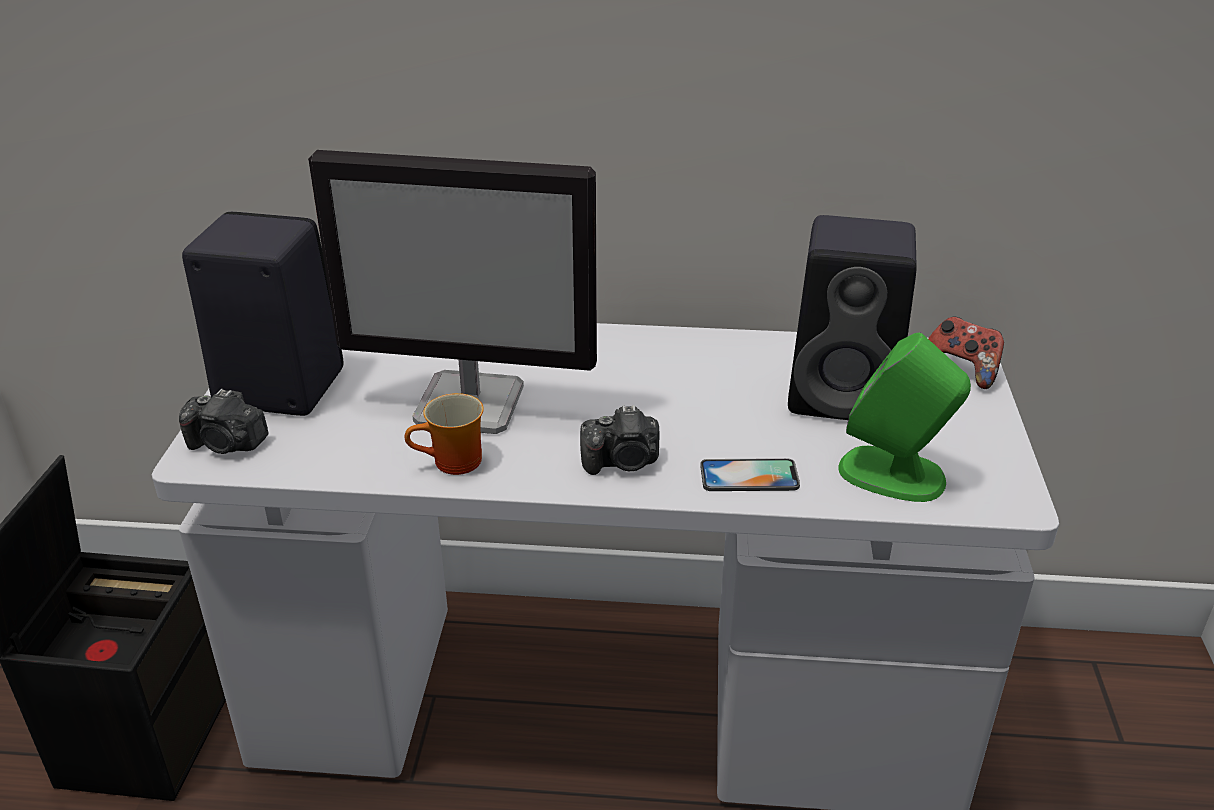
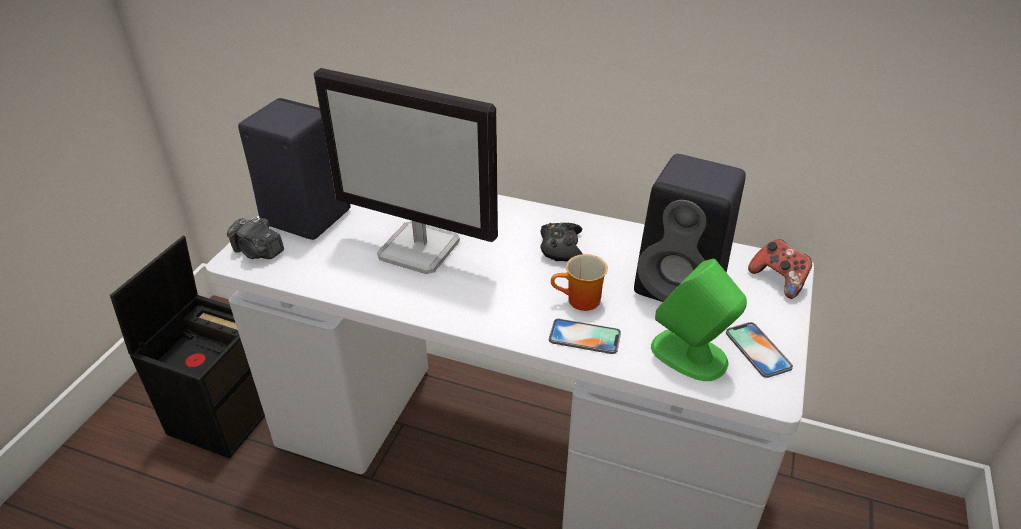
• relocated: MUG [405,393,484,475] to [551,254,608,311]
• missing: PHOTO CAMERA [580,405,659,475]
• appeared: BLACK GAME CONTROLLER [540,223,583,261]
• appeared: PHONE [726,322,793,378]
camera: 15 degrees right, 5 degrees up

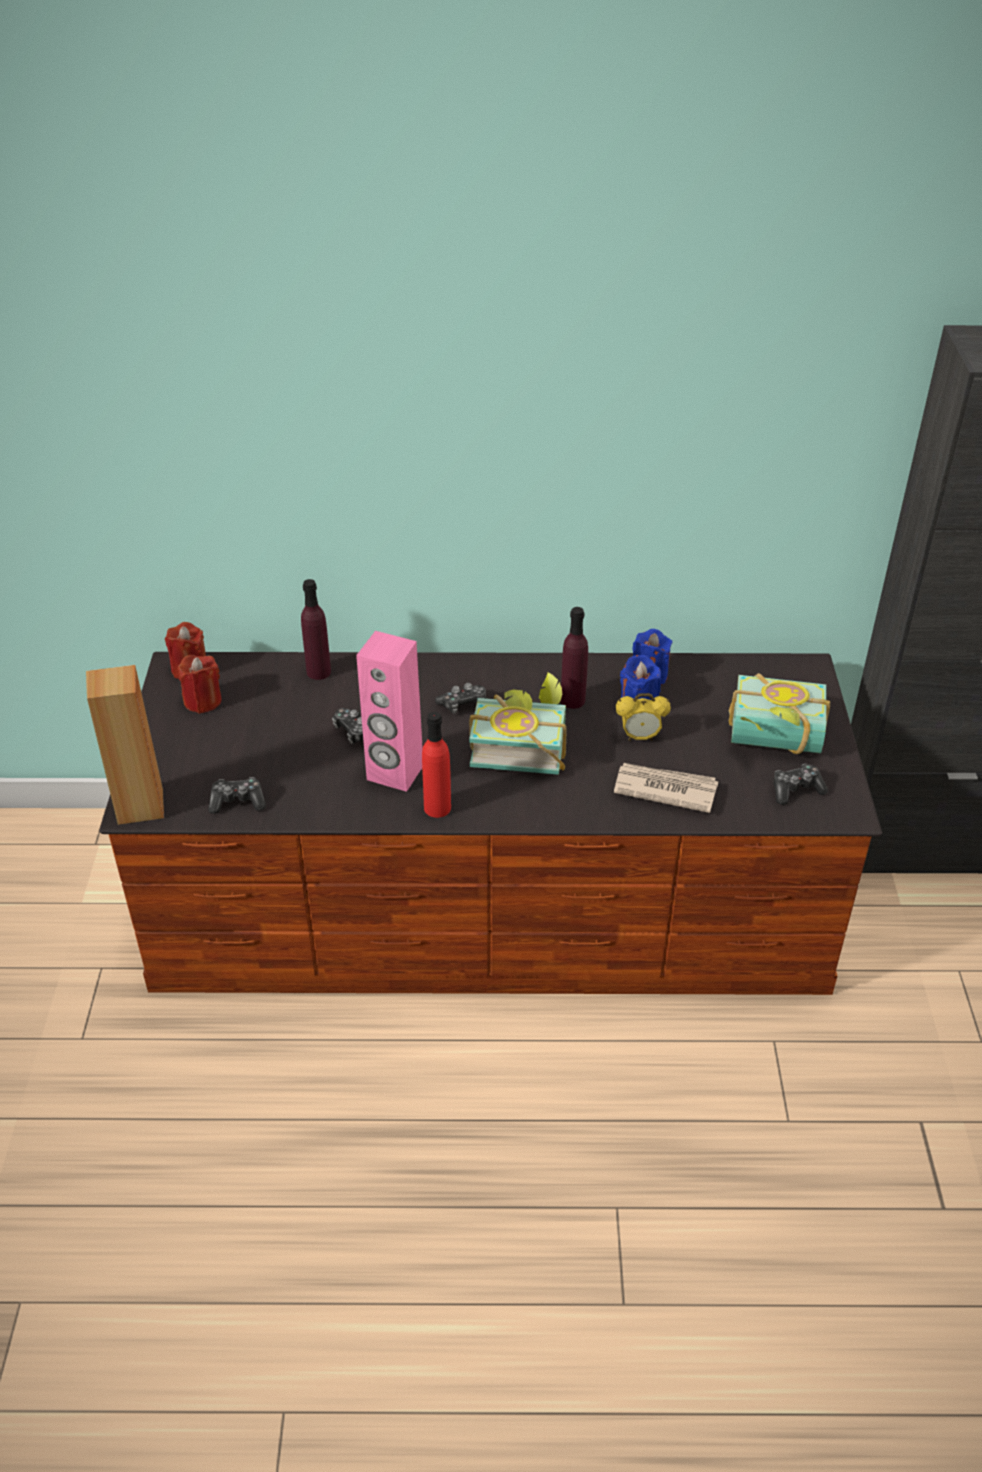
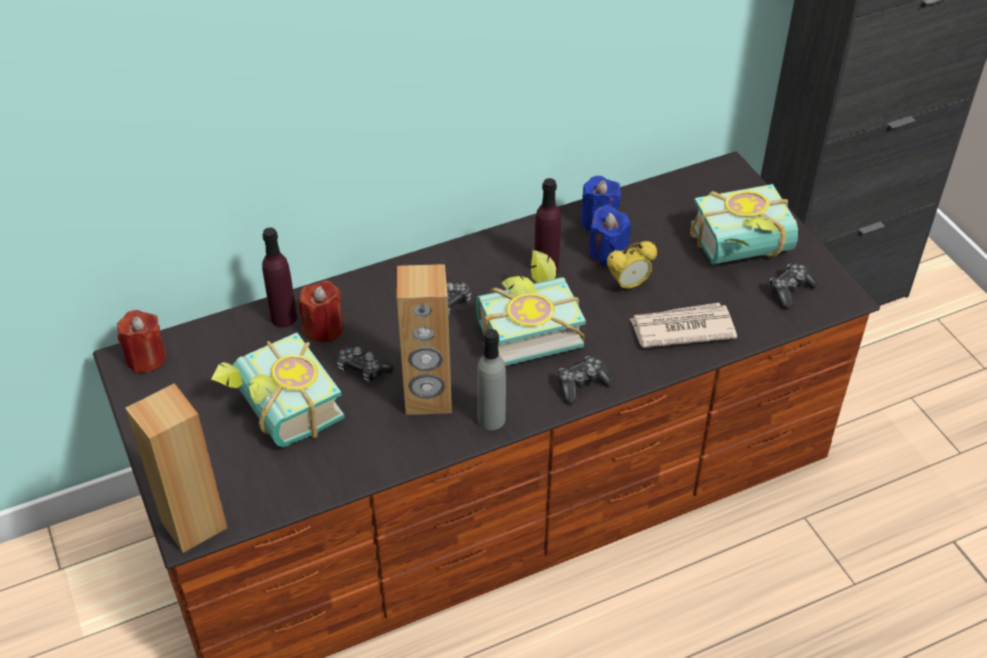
• colour: PINK SPEAKER [356,631,423,792] to BROWN SPEAKER [397,264,452,415]
• relocated: RED CANDLE [178,655,222,714] to [299,280,344,342]
• colour: RED BOTTLE [422,712,451,818] to GREY BOTTLE [477,329,506,430]
• relocated: GAME CONTROLLER [208,777,266,814] to [559,356,614,404]
• appeared: BOOK [211,333,345,447]
camera: 25 degrees left, 5 degrees up

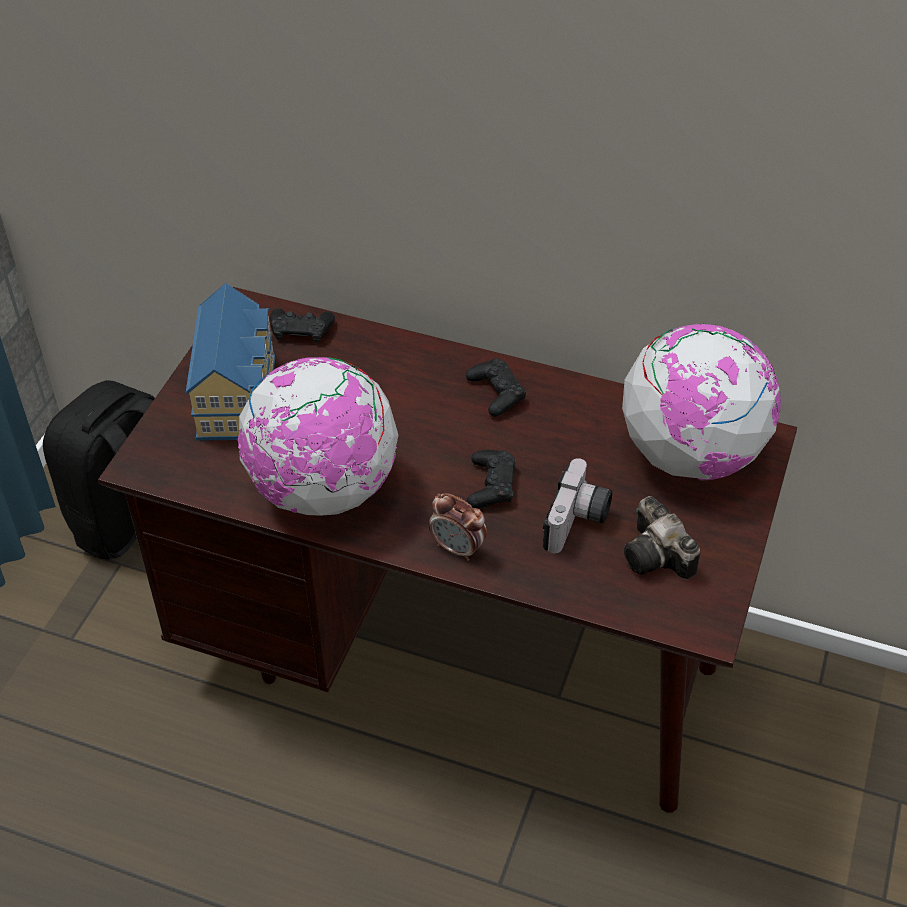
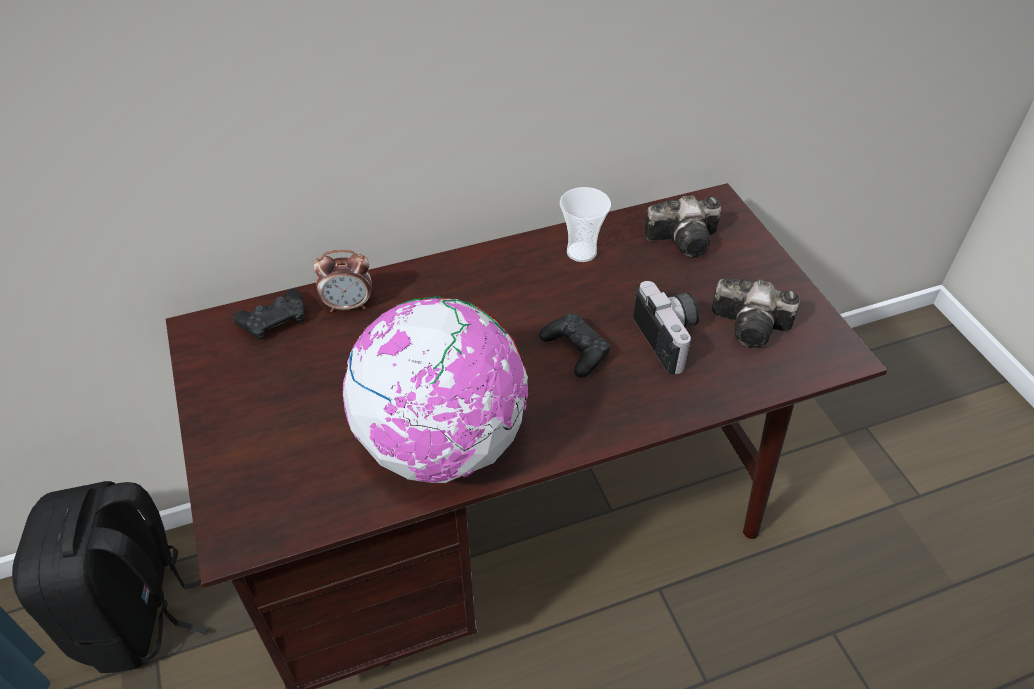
• missing: TOY HOUSE [186,283,275,441]
• exchanged: GLOBE [622,324,781,481] to PHOTO CAMERA [644,195,721,257]
• missing: BLACK GAME CONTROLLER [466,358,526,417]
• relocated: ALARM CLOCK [428,493,487,561] to [314,250,372,312]
• appeared: CUP [560,187,611,262]
camera: 40 degrees left, 0 degrees up

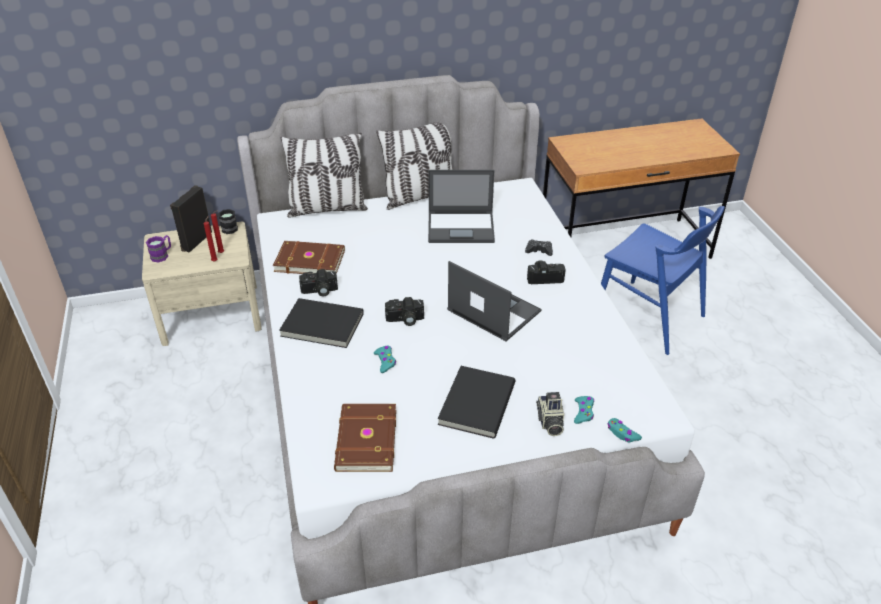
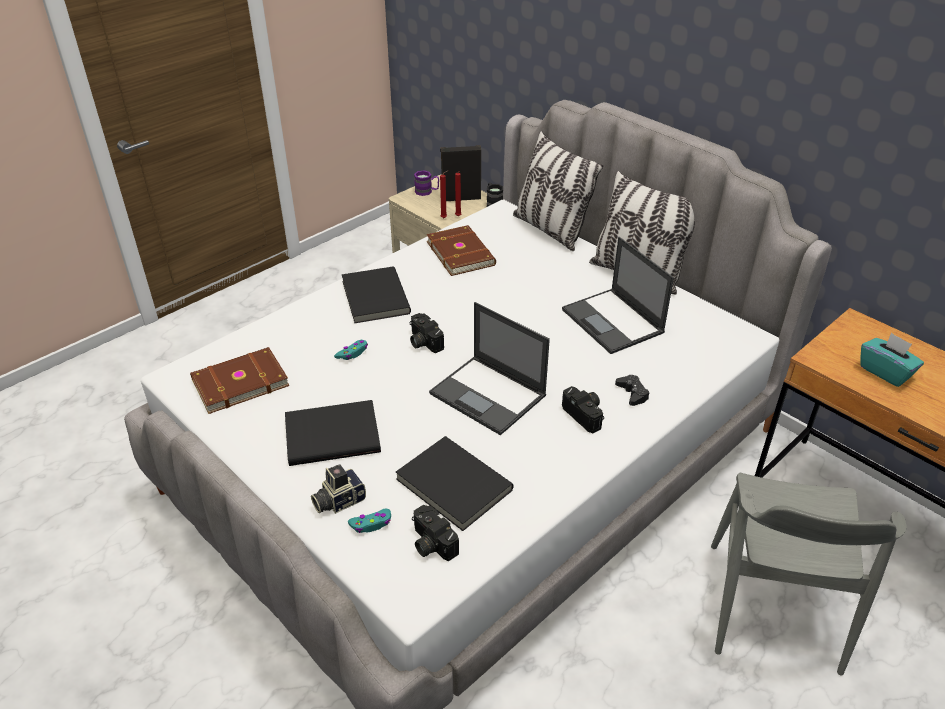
• colour: BLUE CHAIR [601,206,725,355] to GREY CHAIR [711,473,907,675]
• spun: LAPTOP [447,261,542,341] = [429,302,550,435] 120 degrees clockwise
• relocated: PHOTO CAMERA [299,269,338,296] to [412,505,459,561]
• missing: TURQUOISE GAME CONTROLLER [607,418,642,442]
• appeared: TURQUOISE TISSUE BOX [860,333,924,387]
• appeared: BLACK BOOK [396,436,513,531]
camera: 60 degrees right, 0 degrees up

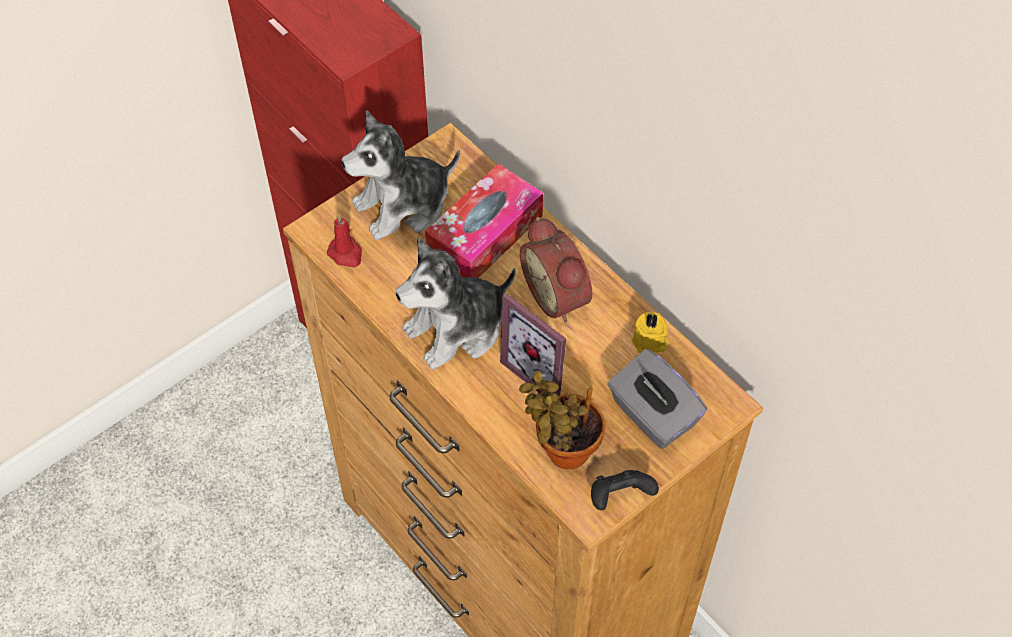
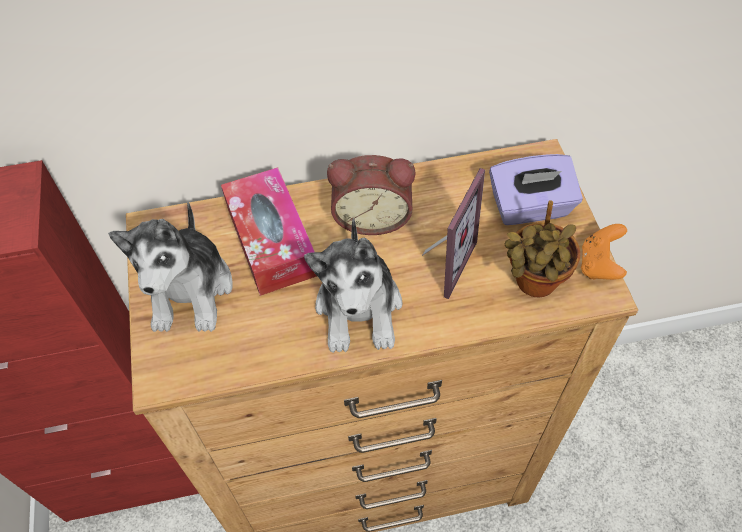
• missing: RED CANDLE [327,214,362,267]
• spun: PICTURE FRAME [500,293,566,395] = [422,168,485,299] 45 degrees counterclockwise
• missing: YELLOW CANDLE [632,312,669,353]
• colour: GREY TISSUE BOX [607,349,707,449] to PURPLE TISSUE BOX [489,154,583,225]
• colour: BLACK GAME CONTROLLER [591,470,659,510] to ORANGE GAME CONTROLLER [581,224,627,280]
camera: 60 degrees left, 0 degrees up

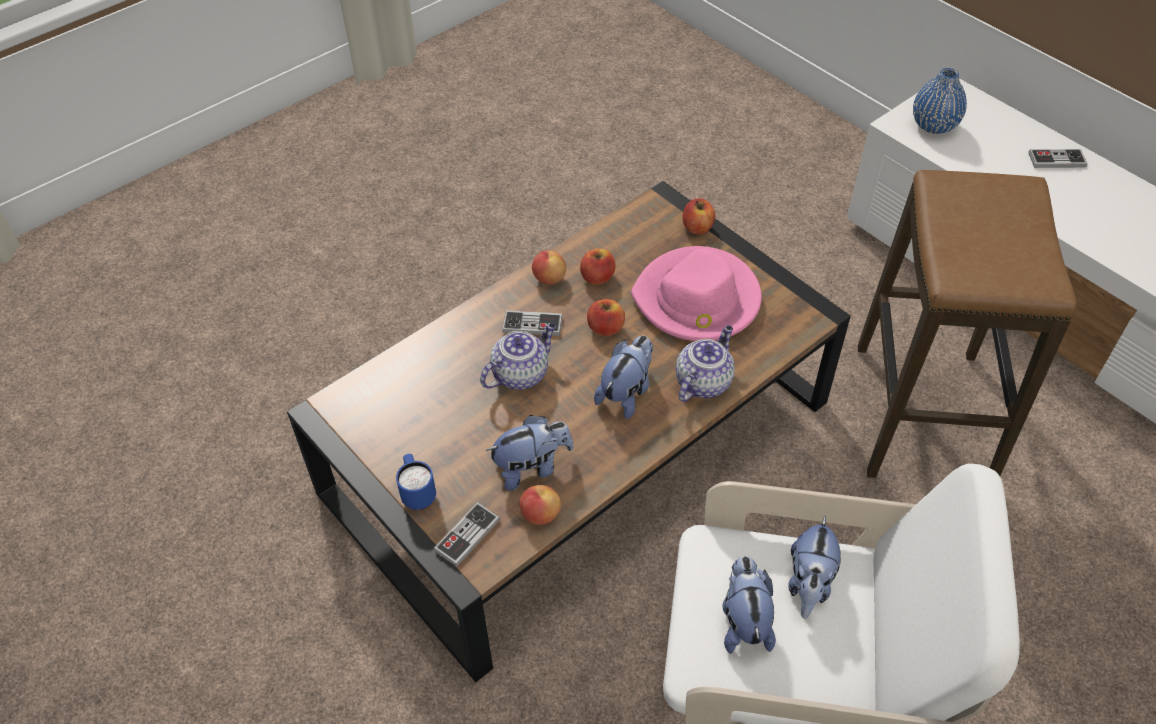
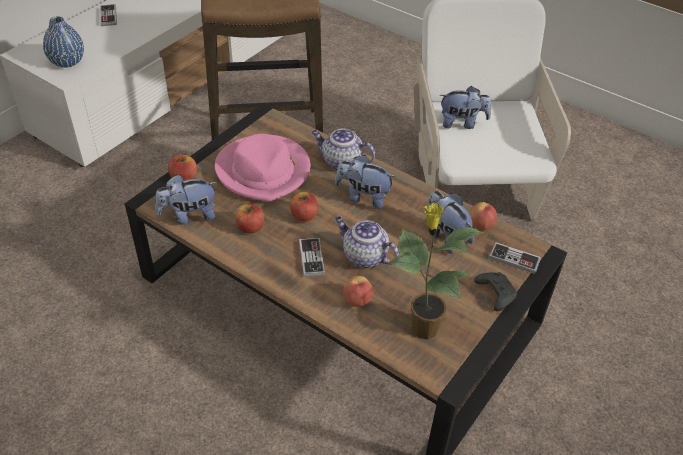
• relocated: APPLE [532,250,566,285] to [343,276,373,307]
• exchanged: BLUE MUG [396,454,436,510] to BLACK GAME CONTROLLER [474,272,517,311]
• relocated: PLUSH TOY [723,556,776,654] to [155,174,218,225]
• appeared: POTTED PLANT [388,203,485,340]
camera: 105 degrees left, 5 degrees down

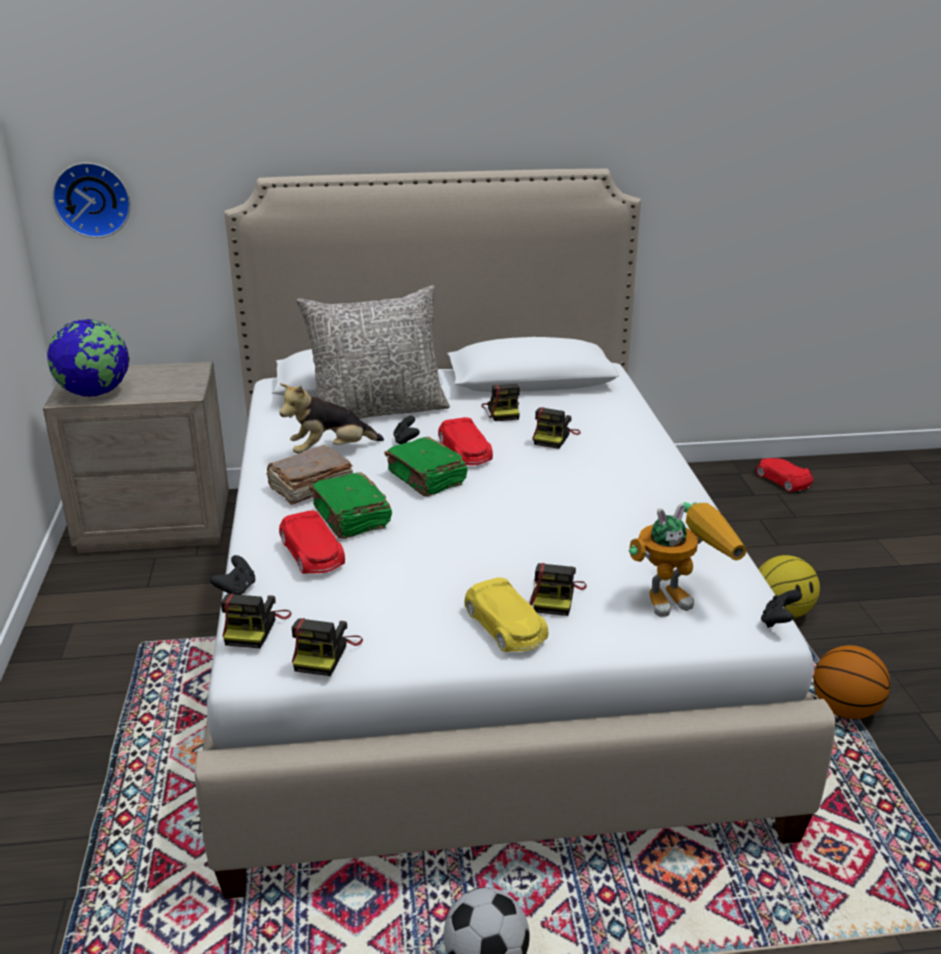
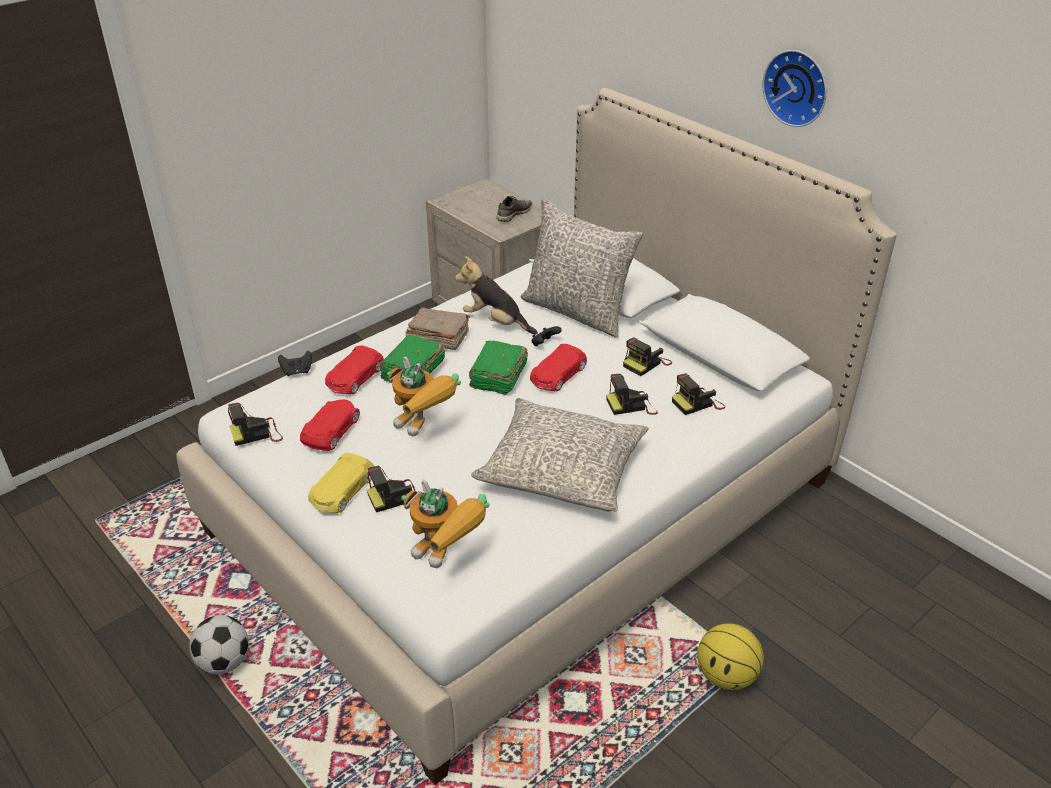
• relocated: WALL CLOCK [52,162,131,238] to [763,50,827,127]
• missing: GLOBE [47,319,130,397]
• relocated: RED TOY CAR [756,458,813,492] to [300,400,360,451]
• missing: BLACK GAME CONTROLLER [761,590,802,628]
• relocated: PHOTO CAMERA [221,593,292,648] to [672,373,725,415]
• missing: BASKETBALL [813,645,891,719]
• appeared: GREY SHOE [496,196,532,222]
• appeared: TOY ROBOT [387,357,461,437]
• appeared: GREY PILLOW [471,398,649,512]
camera: 55 degrees right, 10 degrees up

